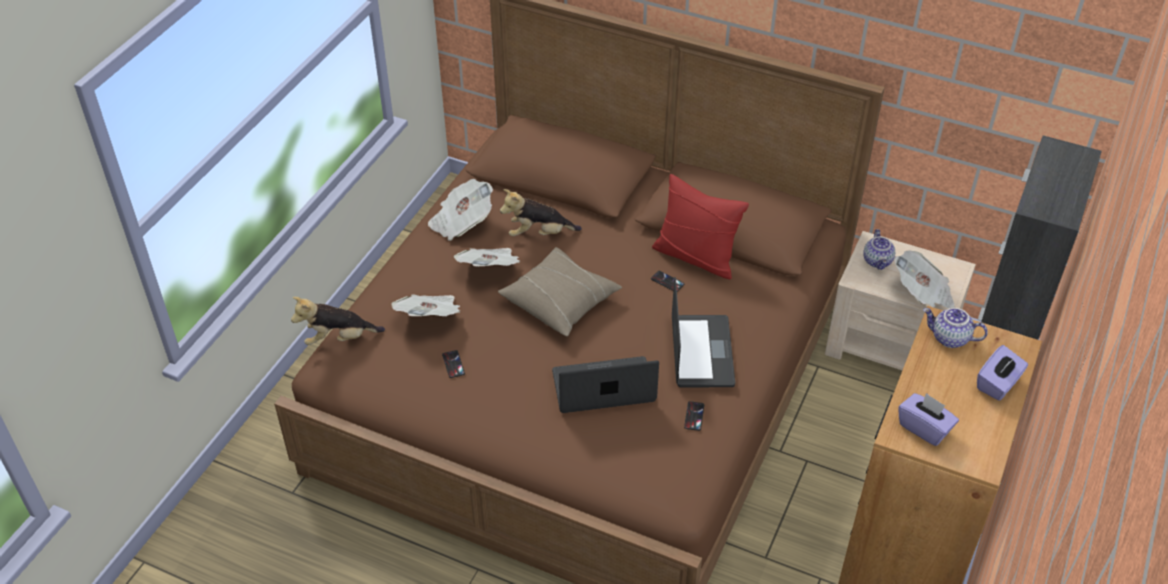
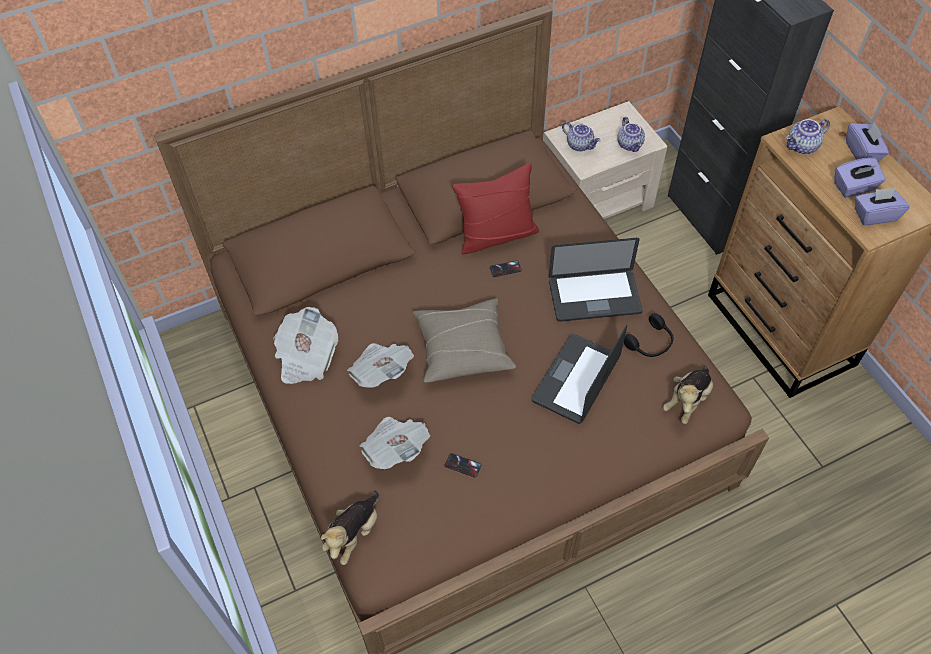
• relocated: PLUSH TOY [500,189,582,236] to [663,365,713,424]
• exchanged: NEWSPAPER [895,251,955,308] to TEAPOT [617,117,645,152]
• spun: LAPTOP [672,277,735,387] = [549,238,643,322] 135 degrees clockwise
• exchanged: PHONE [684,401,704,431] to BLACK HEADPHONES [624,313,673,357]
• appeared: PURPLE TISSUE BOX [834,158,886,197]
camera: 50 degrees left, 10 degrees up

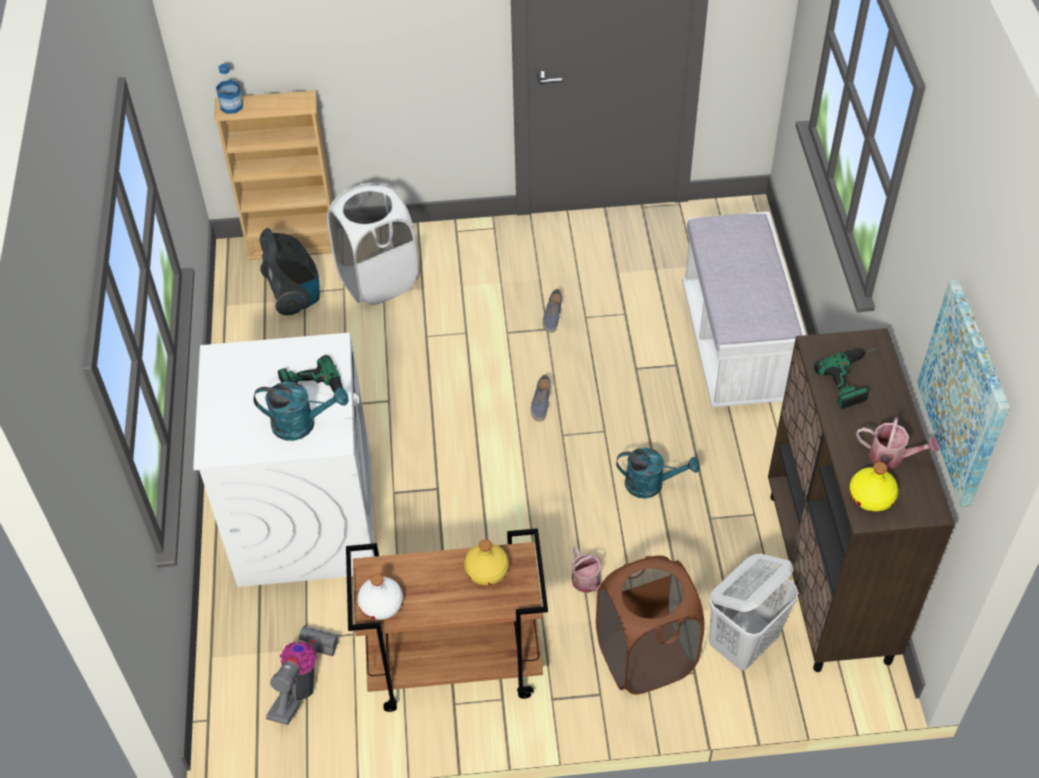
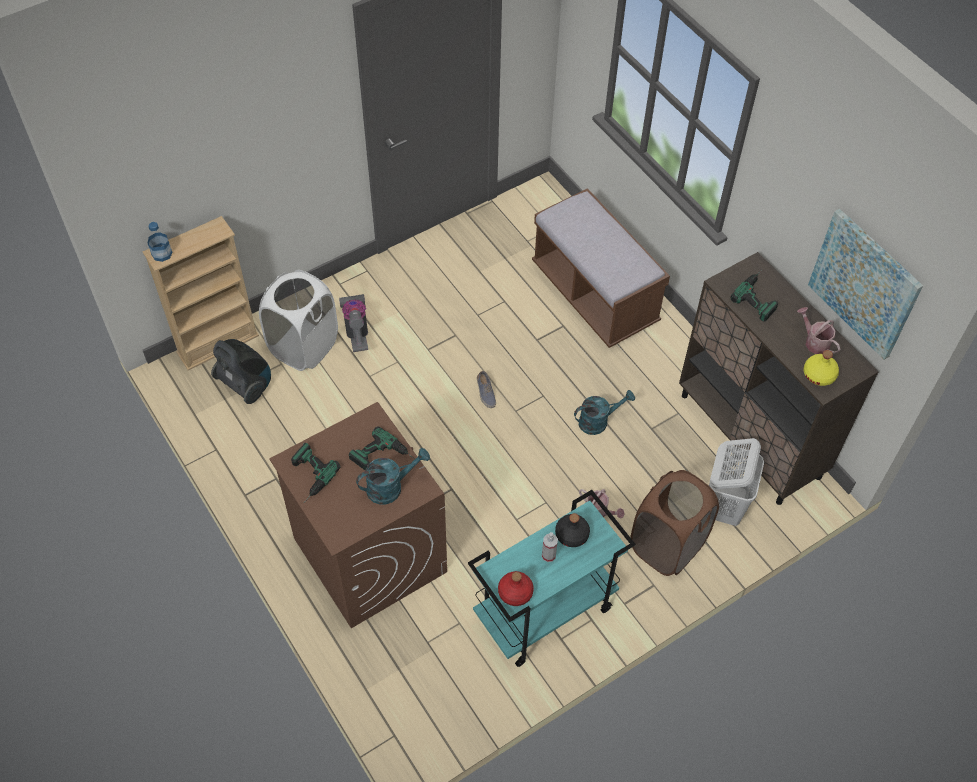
• colour: WHITE BENCH [682,211,806,407] to BROWN BENCH [532,188,670,348]
• missing: SHOE [542,289,562,333]
• colour: WHITE WASHING MACHINE [193,333,375,587] to BROWN WASHING MACHINE [269,402,447,628]
• spun: WATERING CAN [856,417,939,468] = [797,307,841,354] 120 degrees counterclockwise
• colour: BROWN CART [346,528,548,712] to TURQUOISE CART [468,490,635,667]
• colour: YELLOW BOTTLE [464,539,509,585] to BLACK BOTTLE [555,513,590,547]
• colour: WHITE BOTTLE [357,574,403,620] to RED BOTTLE [498,571,534,606]
• relocated: VACUUM CLEANER [266,625,339,725] to [339,294,368,352]
• appeared: POWER DRILL [291,443,340,503]
• appeared: SPRAY BOTTLE [542,532,558,562]
camera: 30 degrees left, 5 degrees up

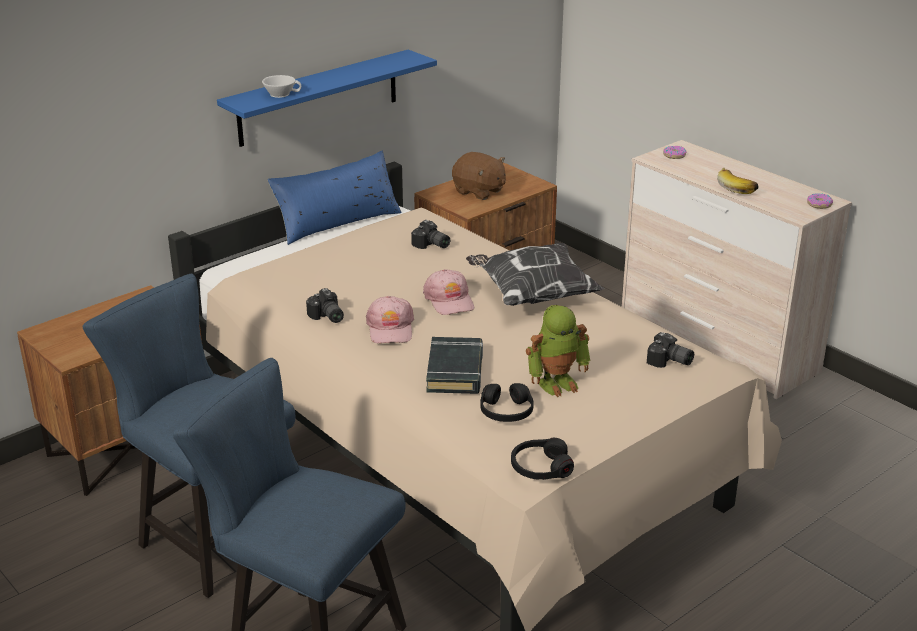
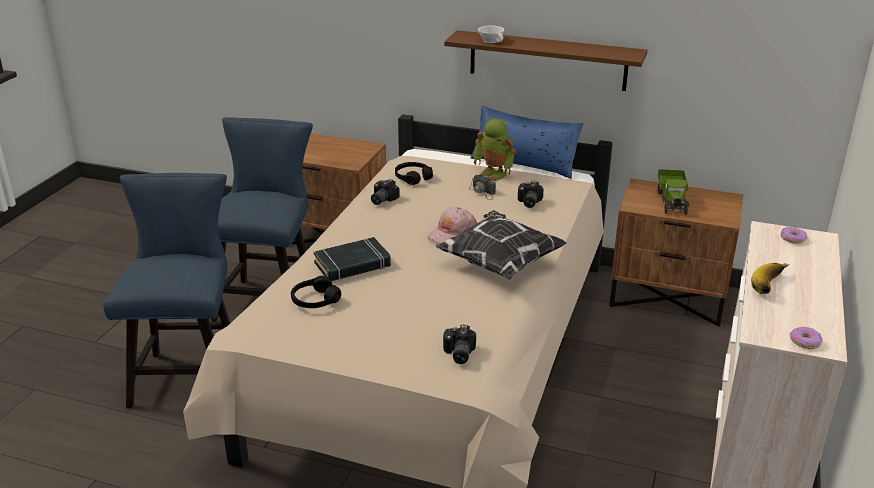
• colour: BLUE SHELF [217,50,437,147] to BROWN SHELF [444,30,648,91]
• exchanged: BROWN PLUSH TOY [452,152,506,200] to TOY TRUCK [658,169,692,215]
• missing: PINK CAP [366,296,414,344]
• relocated: TOY ROBOT [526,305,590,397] to [473,119,516,181]
• relocated: BLACK HEADPHONES [511,438,574,480] to [395,162,433,185]
• appeared: PHOTO CAMERA [469,175,496,200]
camera: 60 degrees right, 0 degrees up

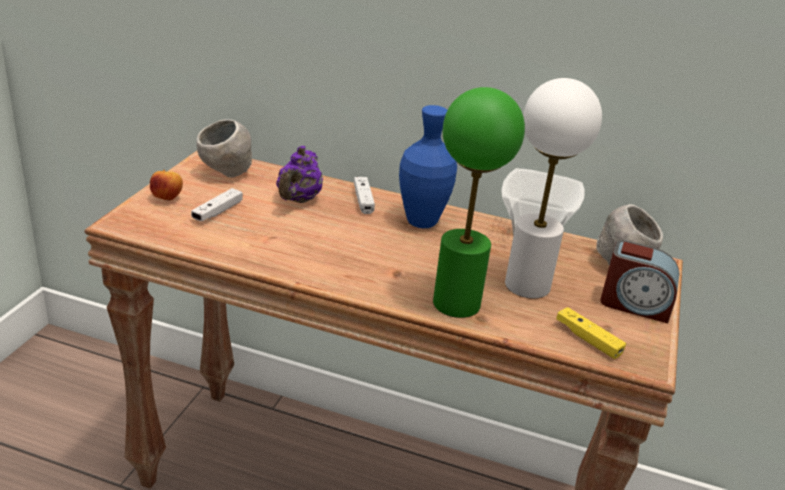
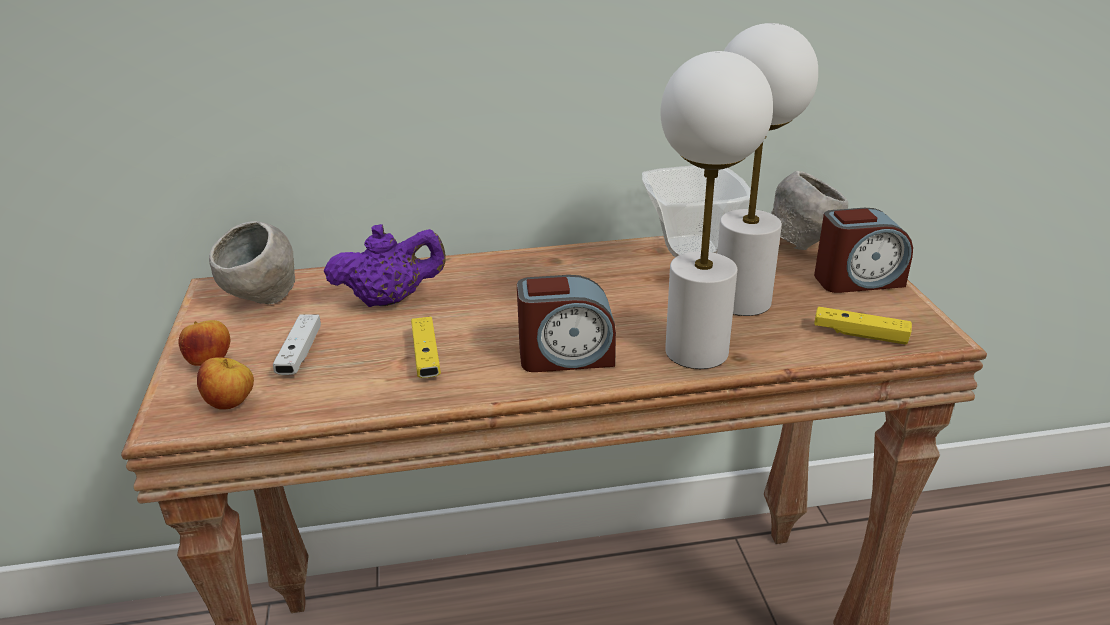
• colour: GREEN TABLE LAMP [433,87,525,318] to WHITE TABLE LAMP [660,51,773,369]
• missing: BLUE VASE [399,105,457,228]
• spun: PURPLE TEAPOT [276,146,323,203] = [324,224,446,307] 90 degrees counterclockwise
• missing: WHITE GAME CONTROLLER [354,177,375,214]
• appeared: ALARM CLOCK [517,275,616,372]
• appeared: YELLOW GAME CONTROLLER [411,317,441,378]
• appeared: APPLE [197,357,254,410]
camera: 25 degrees left, 0 degrees up

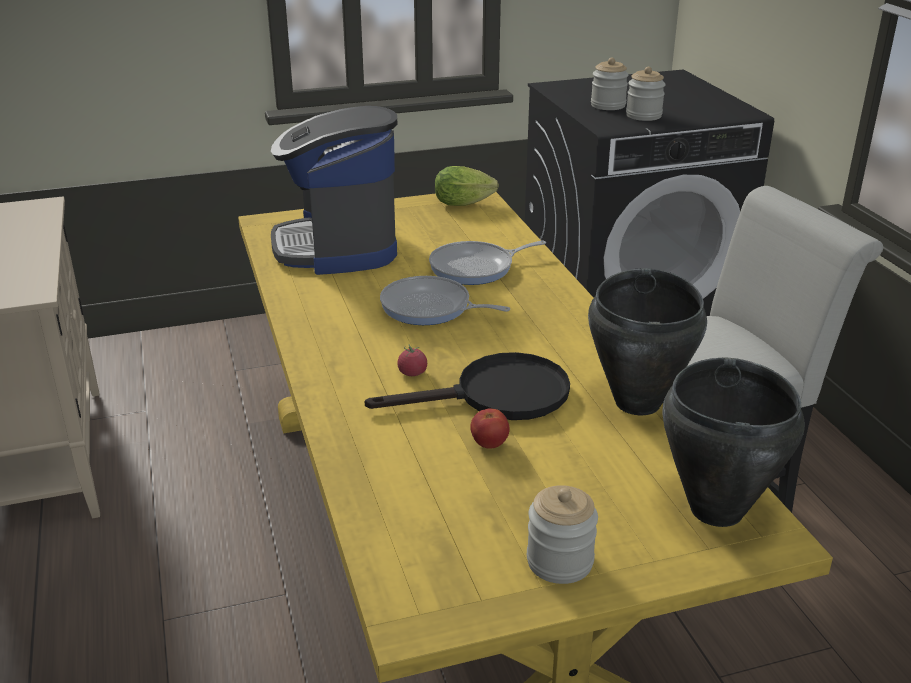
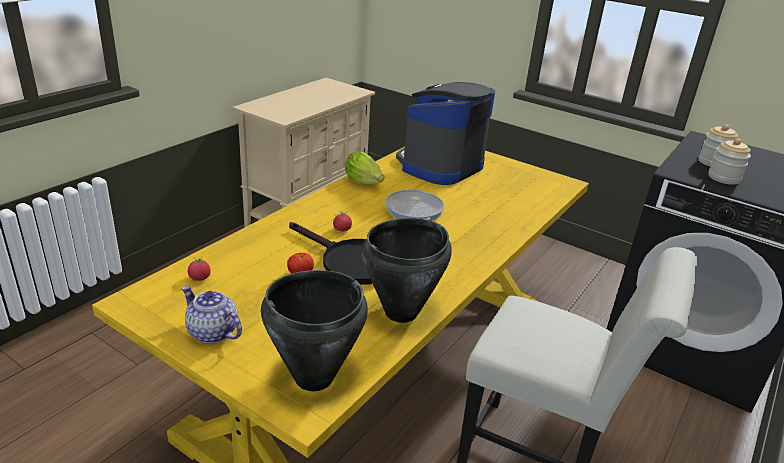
• relocated: LETTUCE [435,166,499,206] to [345,151,384,185]
• missing: FRYING PAN [429,241,546,285]
• exchanged: JAR [527,485,598,584] to TEAPOT [182,286,242,343]
• appeared: TOMATO [188,256,211,281]
camera: 50 degrees right, 0 degrees up

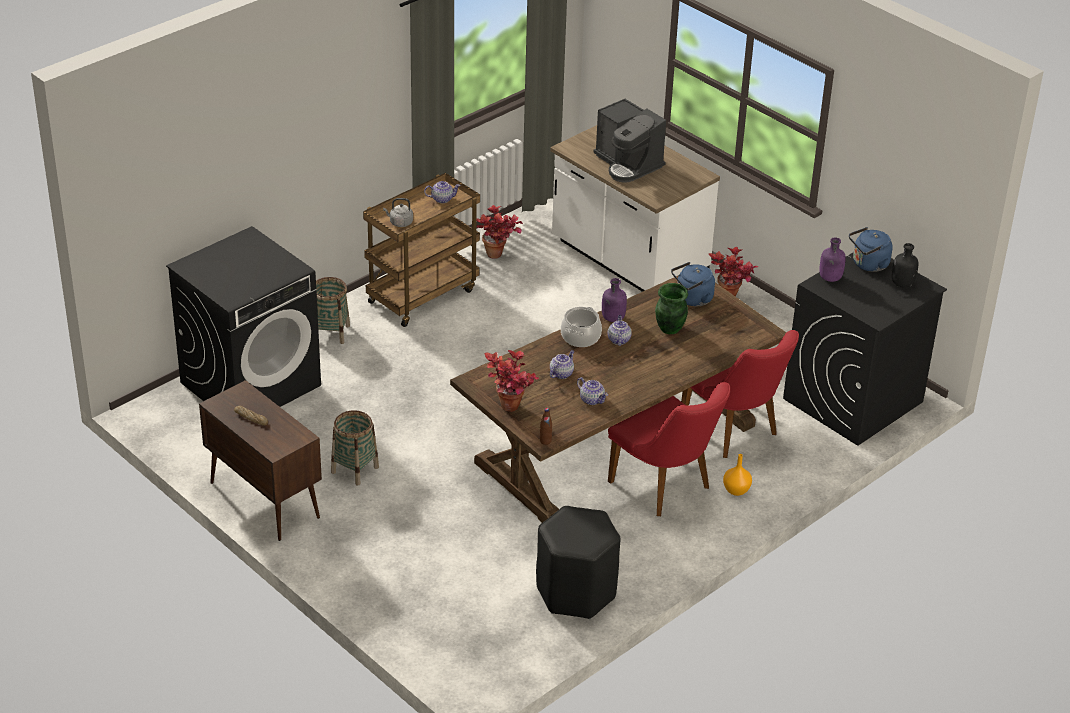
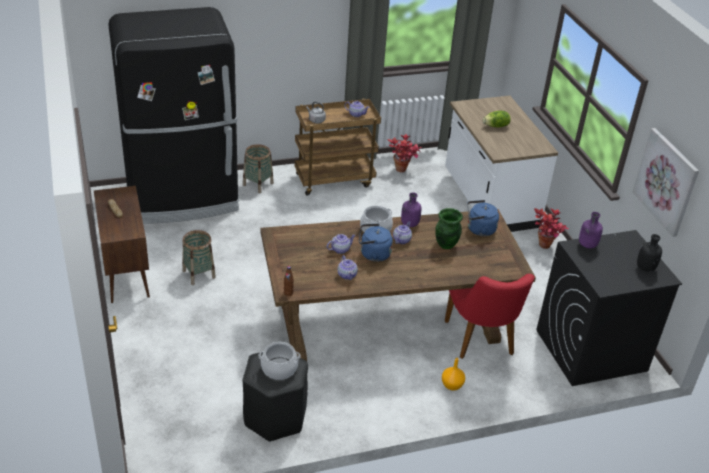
• exchanged: COFFEE MACHINE [593,99,666,183] to LETTUCE [483,111,510,128]
• exchanged: BLACK WASHING MACHINE [166,226,321,407] to BLACK FRIDGE [108,7,239,224]
• relocated: BLUE KETTLE [849,227,893,272] to [359,223,393,262]
• missing: POTTED PLANT [485,350,539,412]
• missing: RED CHAIR [608,382,730,516]
• appeared: PICTURE [633,128,699,237]
• appeared: COOKING POT [259,342,301,380]
camera: 25 degrees right, 0 degrees up

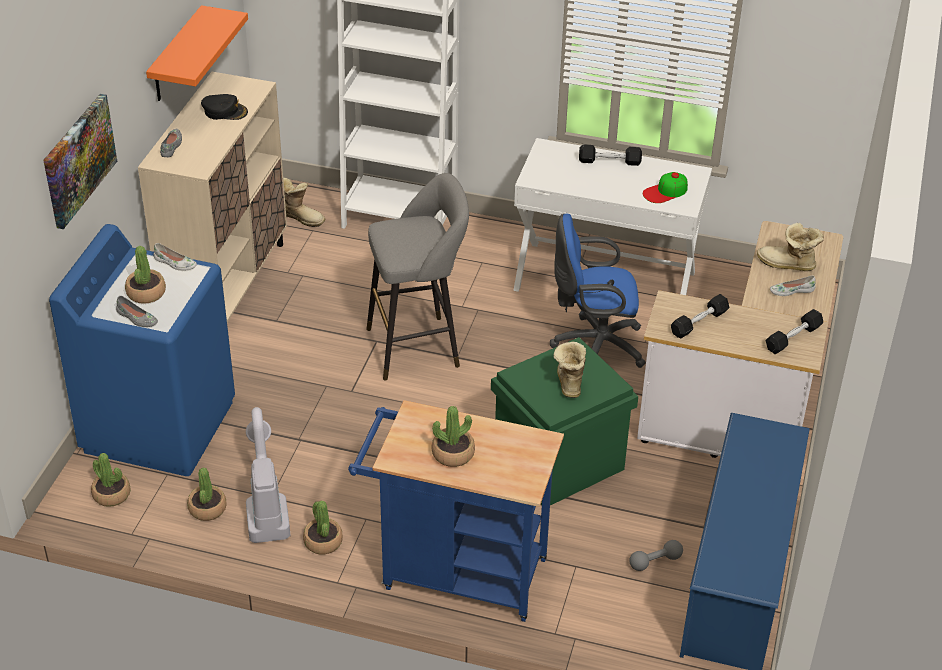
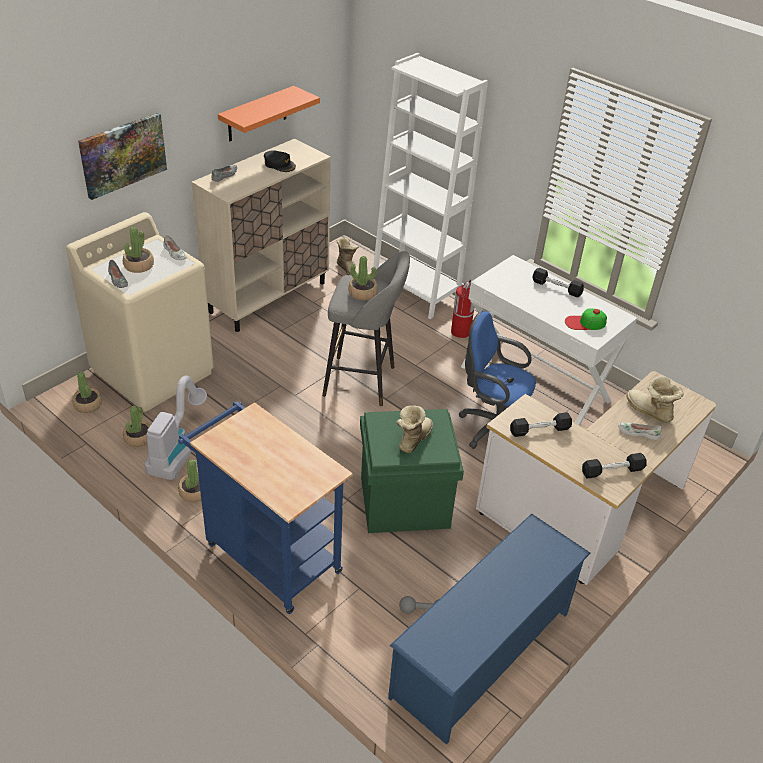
• colour: BLUE WASHING MACHINE [49,224,235,476] to BEIGE WASHING MACHINE [66,212,214,412]
• relocated: POTTED PLANT [431,406,475,467] to [348,256,378,300]
• appeared: FIRE EXTINGUISHER [451,279,474,338]
camera: 25 degrees right, 0 degrees up

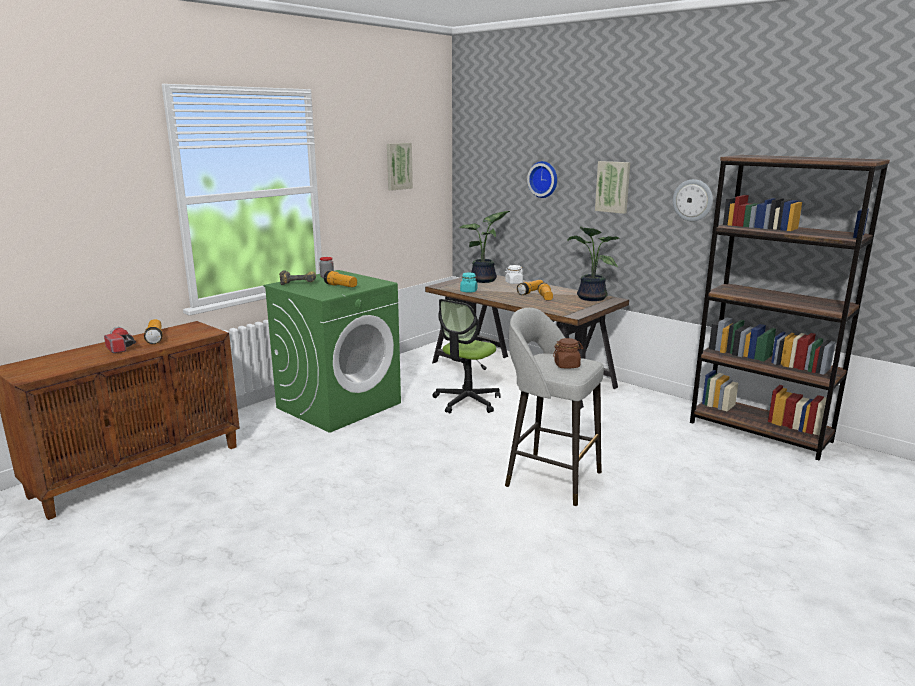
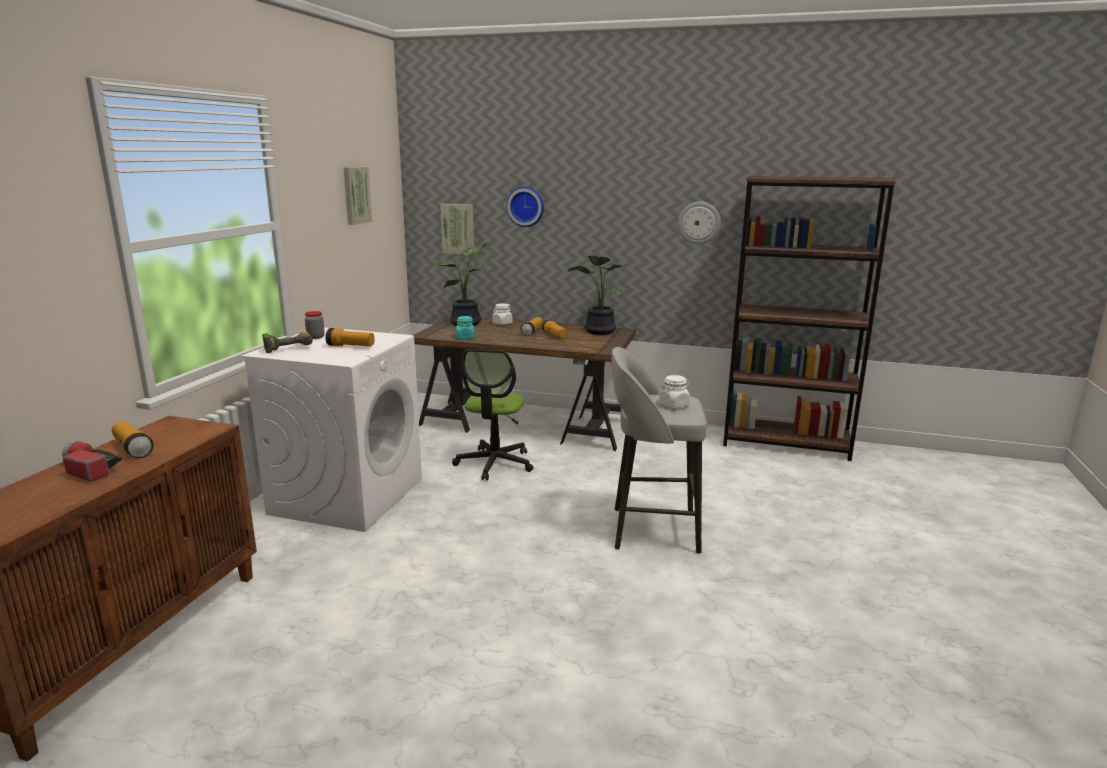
• relocated: PICTURE [595,161,630,214] to [440,204,474,254]
• colour: GREEN WASHING MACHINE [263,270,401,433] to WHITE WASHING MACHINE [241,328,422,532]
• colour: BROWN JAR [553,338,583,368] to WHITE JAR [659,375,690,409]
camera: 25 degrees left, 0 degrees up

